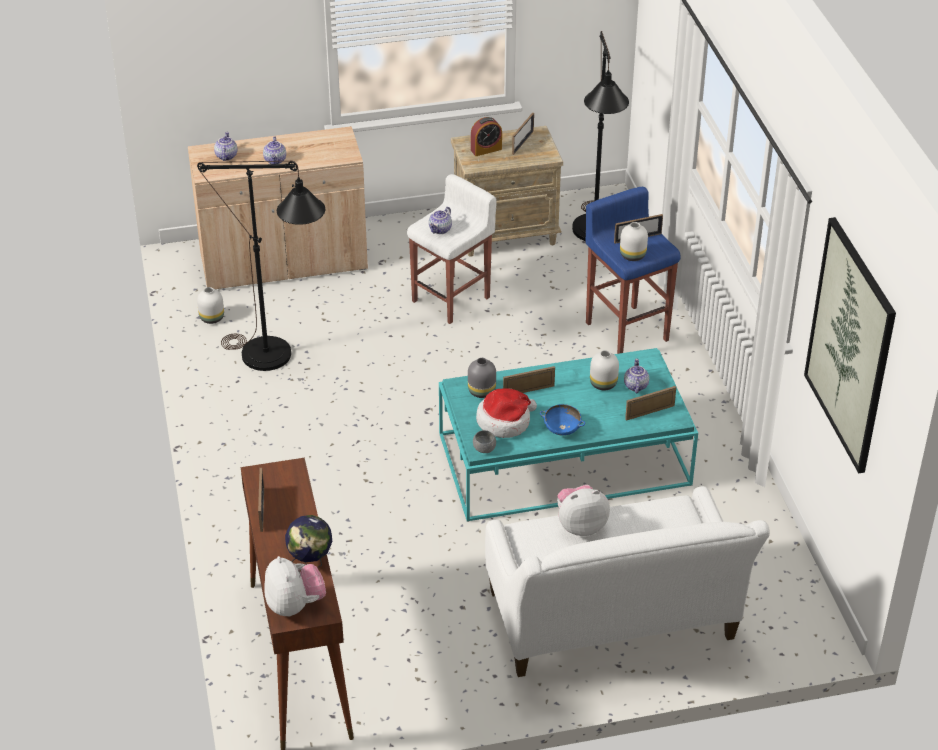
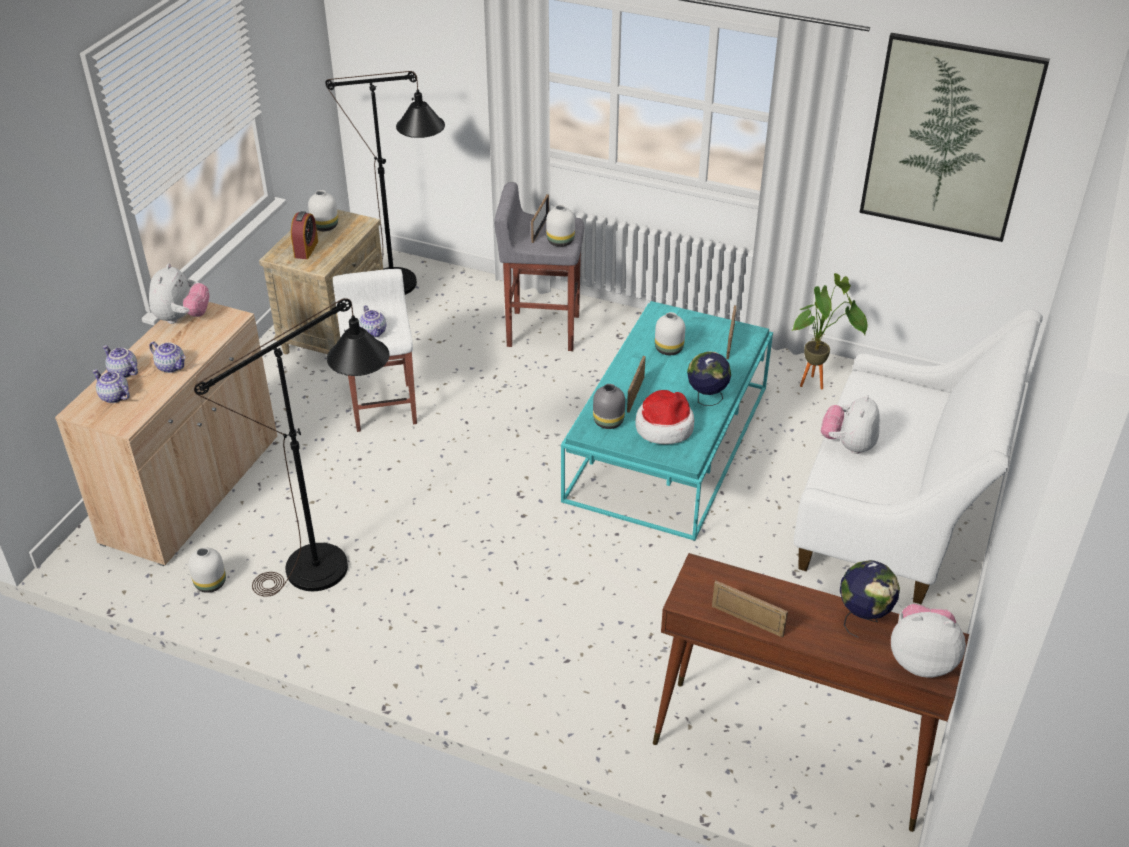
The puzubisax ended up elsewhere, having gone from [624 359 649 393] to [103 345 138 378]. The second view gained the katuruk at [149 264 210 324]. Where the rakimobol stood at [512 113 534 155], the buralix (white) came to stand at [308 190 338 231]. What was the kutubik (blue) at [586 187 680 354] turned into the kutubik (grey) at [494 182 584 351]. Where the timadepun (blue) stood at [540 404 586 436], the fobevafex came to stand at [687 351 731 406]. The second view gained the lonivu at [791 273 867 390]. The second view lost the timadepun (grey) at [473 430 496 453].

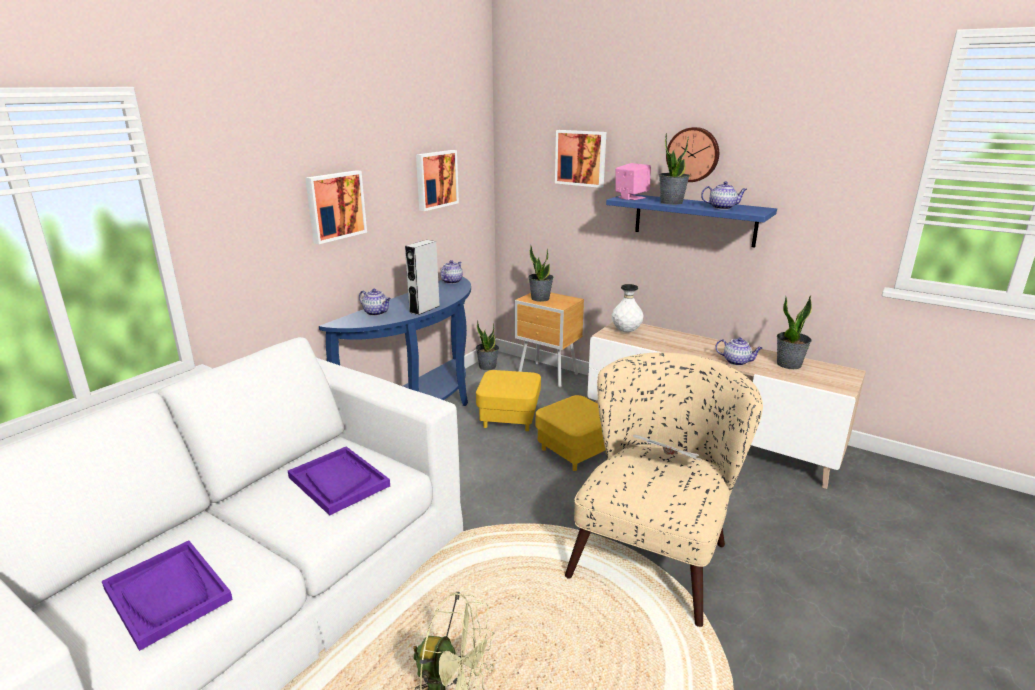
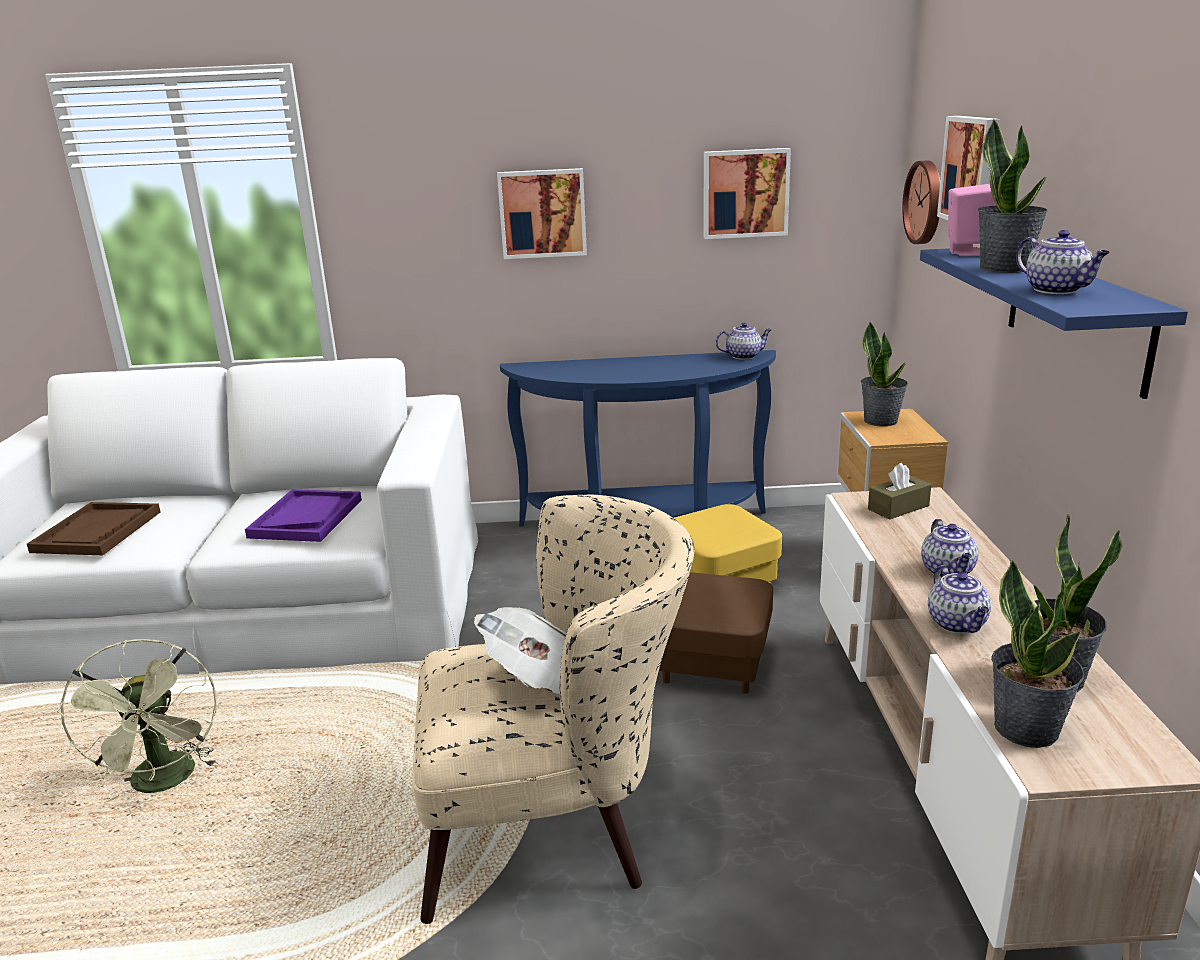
What was the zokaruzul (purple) at [102 540 233 651] turned into the zokaruzul (brown) at [27 502 160 555]. What was the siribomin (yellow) at [536 395 605 471] turned into the siribomin (brown) at [659 572 773 694]. Where the buralix (white) stood at [612 284 643 332], the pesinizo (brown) came to stand at [868 463 931 520]. The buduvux ended up elsewhere, having gone from [666 127 719 182] to [902 160 940 244]. The puzubisax ended up elsewhere, having gone from [359 289 391 316] to [921 519 979 578]. The lonivu ended up elsewhere, having gone from [476 320 499 370] to [991 559 1084 748]. The second view lost the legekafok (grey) at [405 240 440 315].

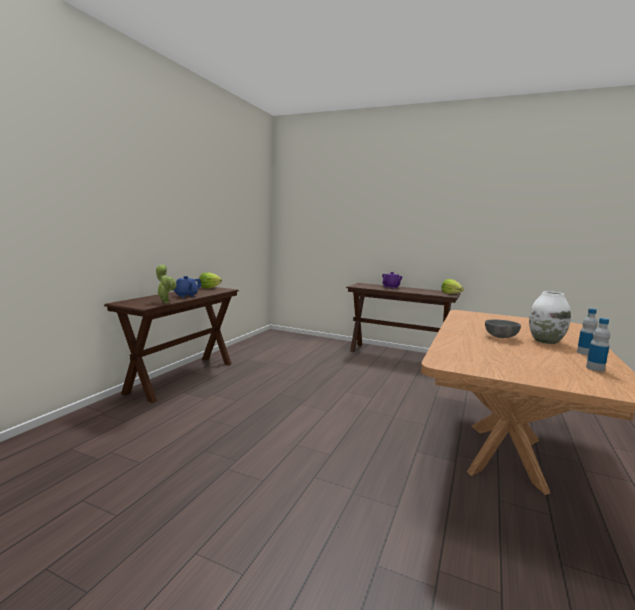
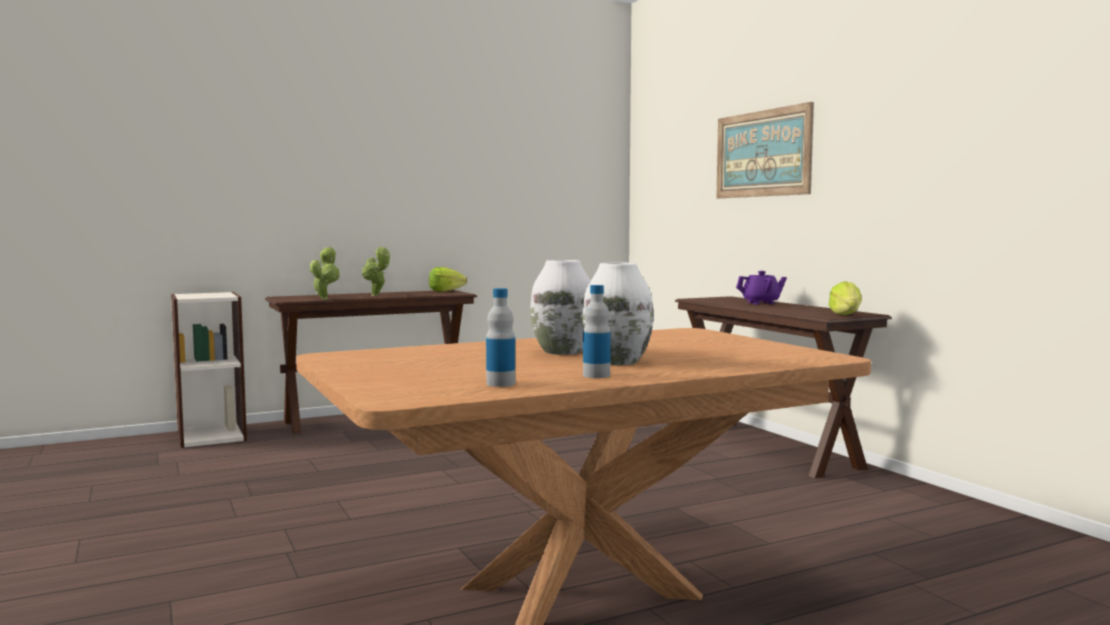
The second view gained the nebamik at [171 292 247 448]. Where the puzubisax (blue) stood at [174 276 202 298], the lonivu came to stand at [362 246 390 296]. Where the timadepun (grey) stood at [485 320 521 338], the buralix (white) came to stand at [531 260 591 355]. The second view gained the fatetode at [716 102 814 198].

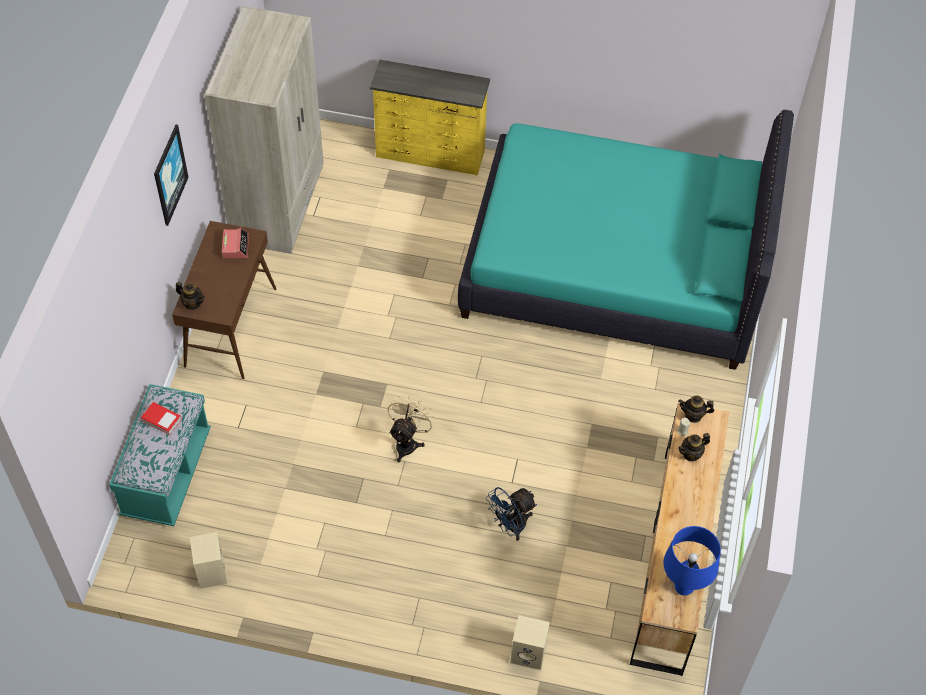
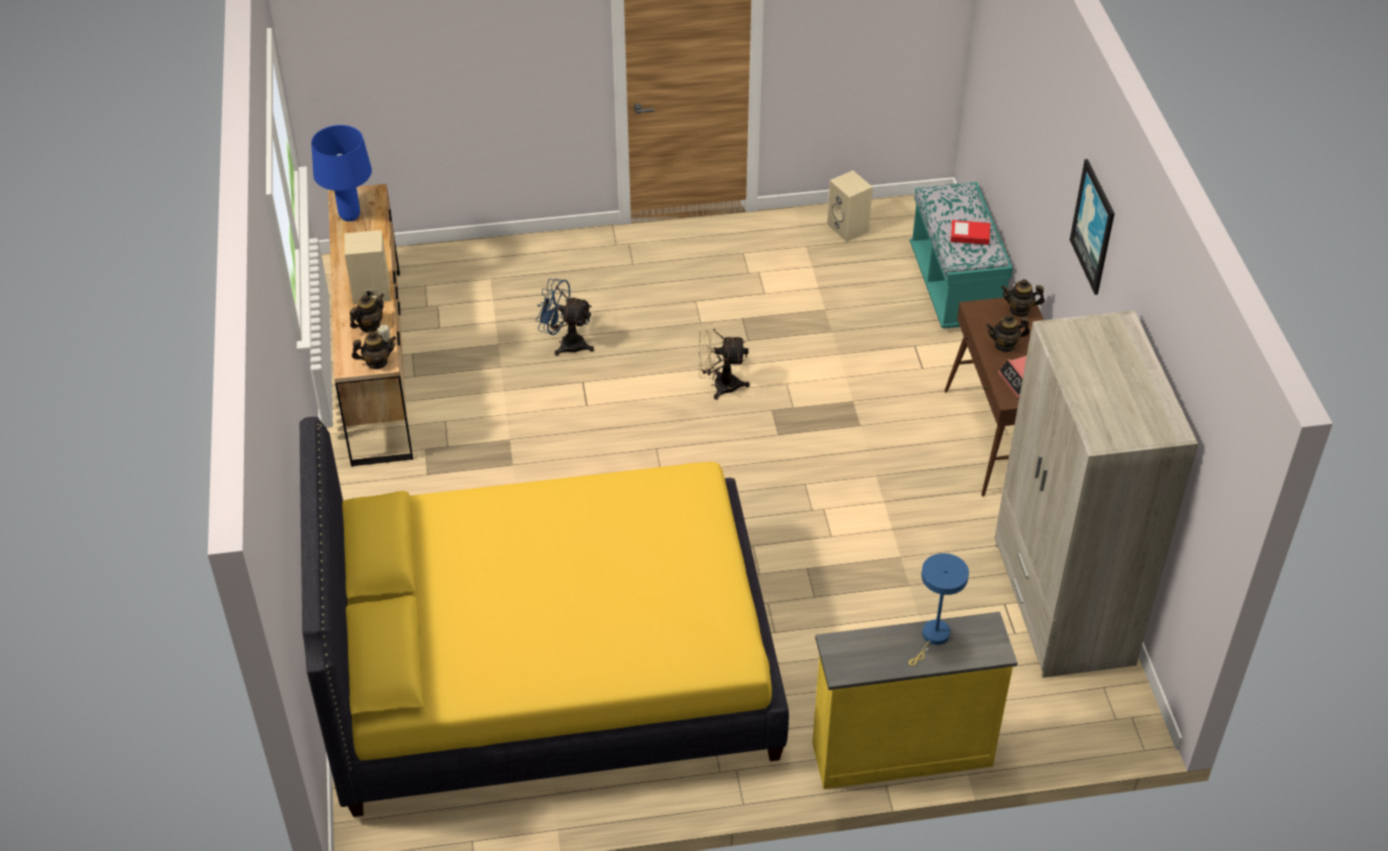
What was the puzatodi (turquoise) at [458 110 794 370] turned into the puzatodi (yellow) at [300 417 789 817]. The legekafok (beige) ended up elsewhere, having gone from [510 615 550 670] to [344 230 390 304]. The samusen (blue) at [486 487 537 541] ended up facing another way, 105 degrees counterclockwise from before. The samusen (beige) at [388 395 436 463] ended up facing another way, 90 degrees clockwise from before. The second view gained the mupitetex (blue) at [909 553 969 666]. The second view gained the puzubisax at [986 314 1030 353].

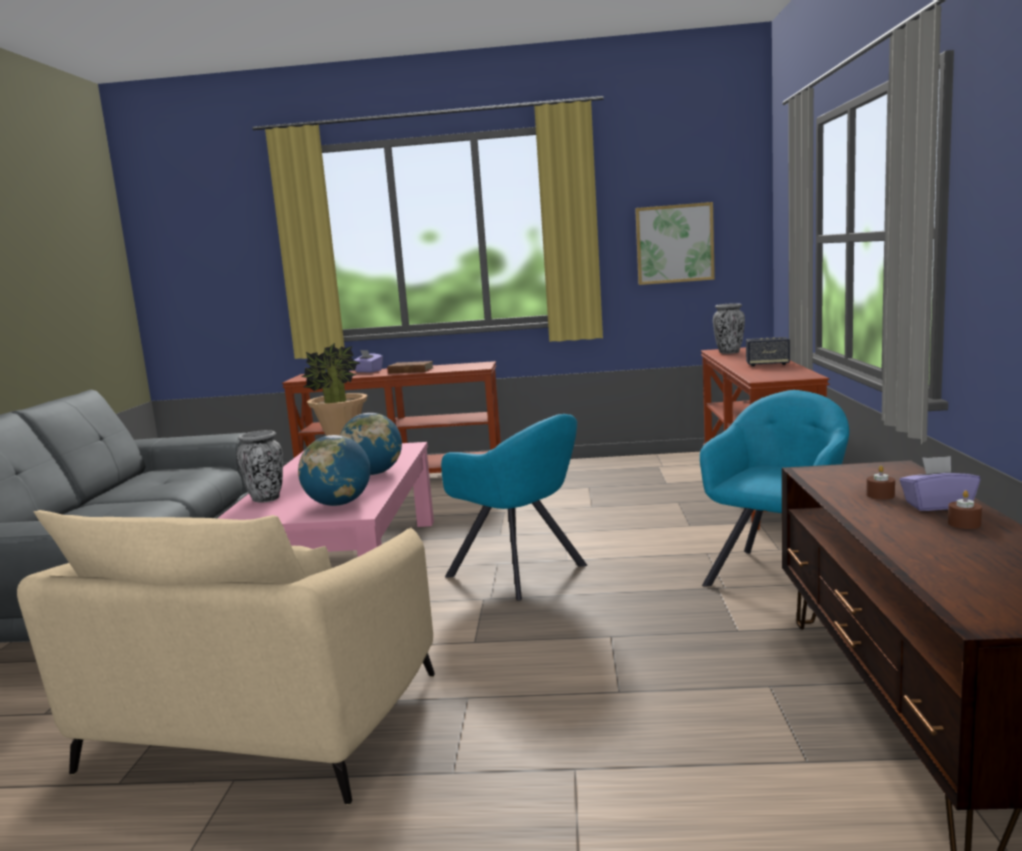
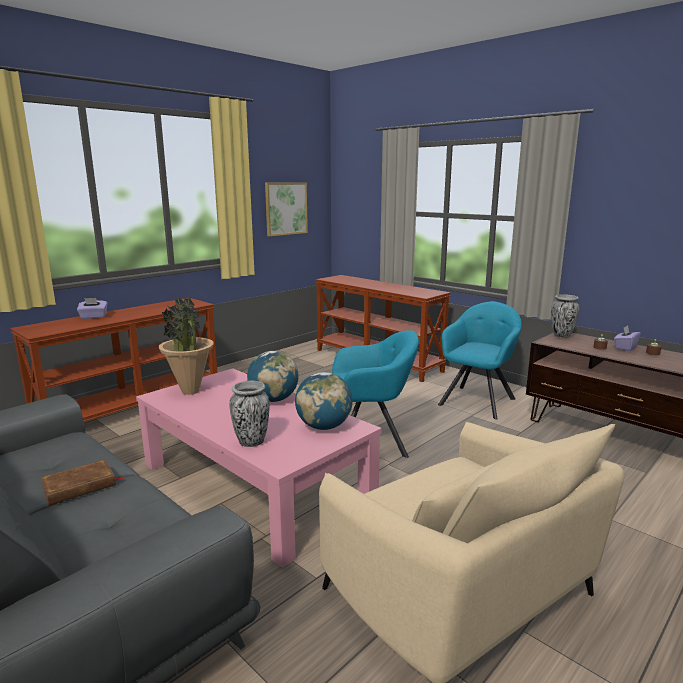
The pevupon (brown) ended up elsewhere, having gone from [387 361 433 374] to [41 459 125 505]. The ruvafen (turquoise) at [700 390 849 608] ended up facing another way, 45 degrees clockwise from before. The buralix ended up elsewhere, having gone from [713 303 745 354] to [551 294 580 338]. The second view lost the legekafok at [746 337 790 367].

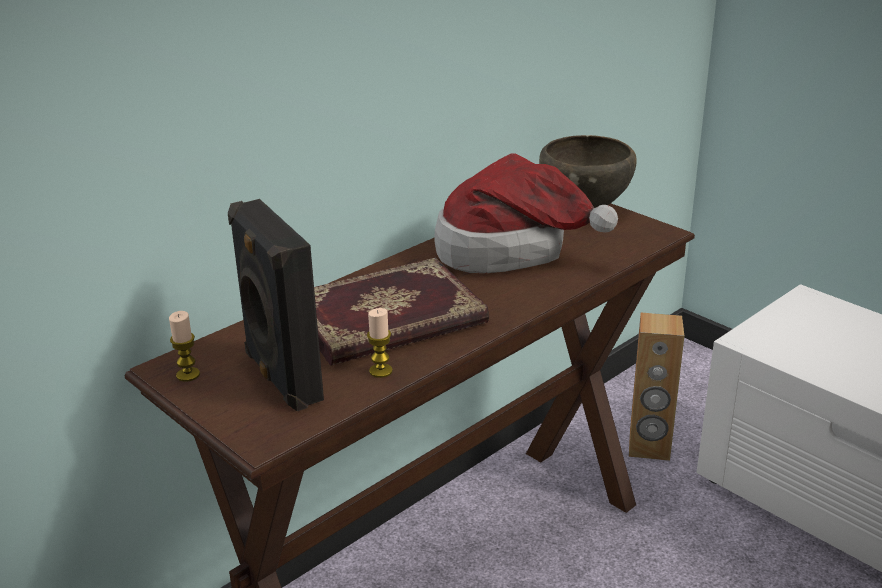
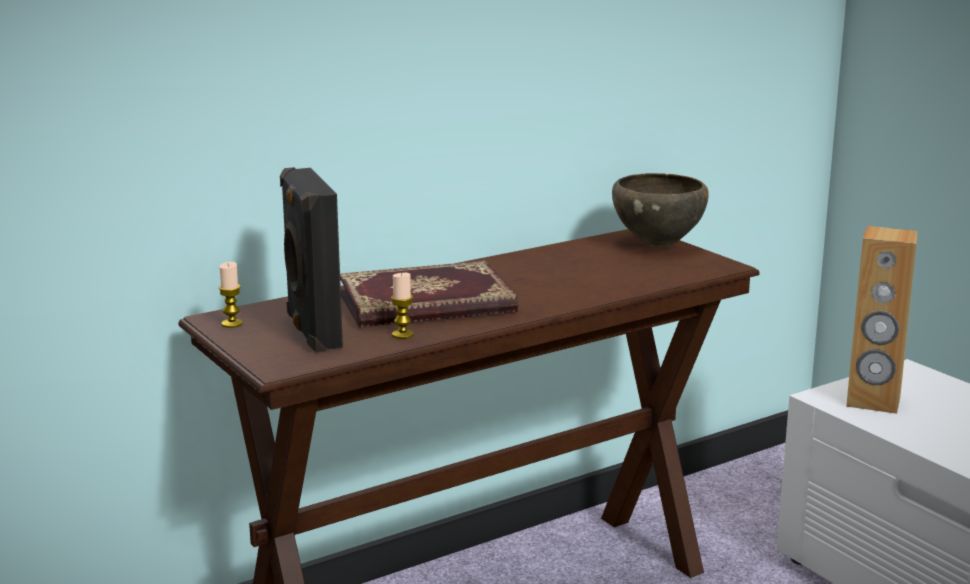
The legekafok (brown) ended up elsewhere, having gone from [629 313 684 461] to [846 226 917 414]. The second view lost the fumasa at [435 153 618 273].

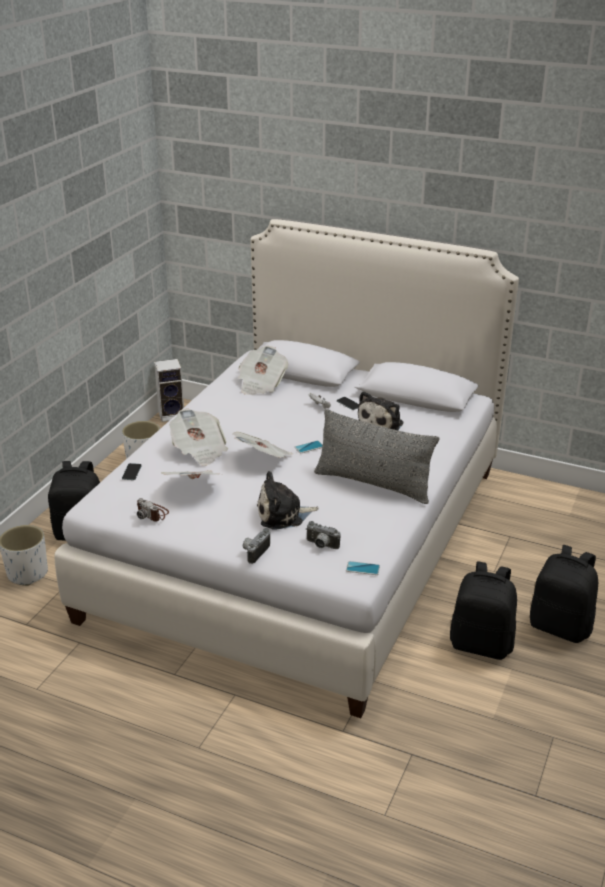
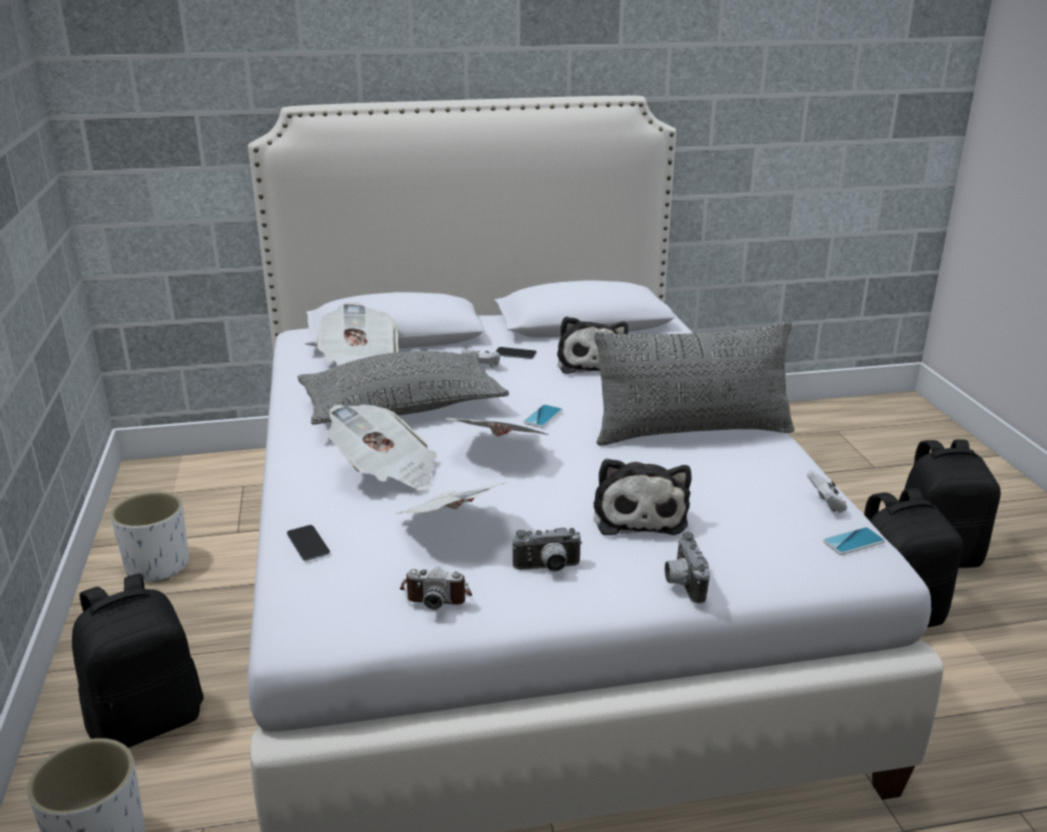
The second view gained the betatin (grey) at [297 351 509 425]. The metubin ended up elsewhere, having gone from [306 521 341 549] to [513 528 582 572]. The katuruk at [257 471 319 529] ended up facing another way, 45 degrees counterclockwise from before. The second view gained the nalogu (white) at [807 471 847 513]. The second view lost the legekafok at [154 359 184 422].

